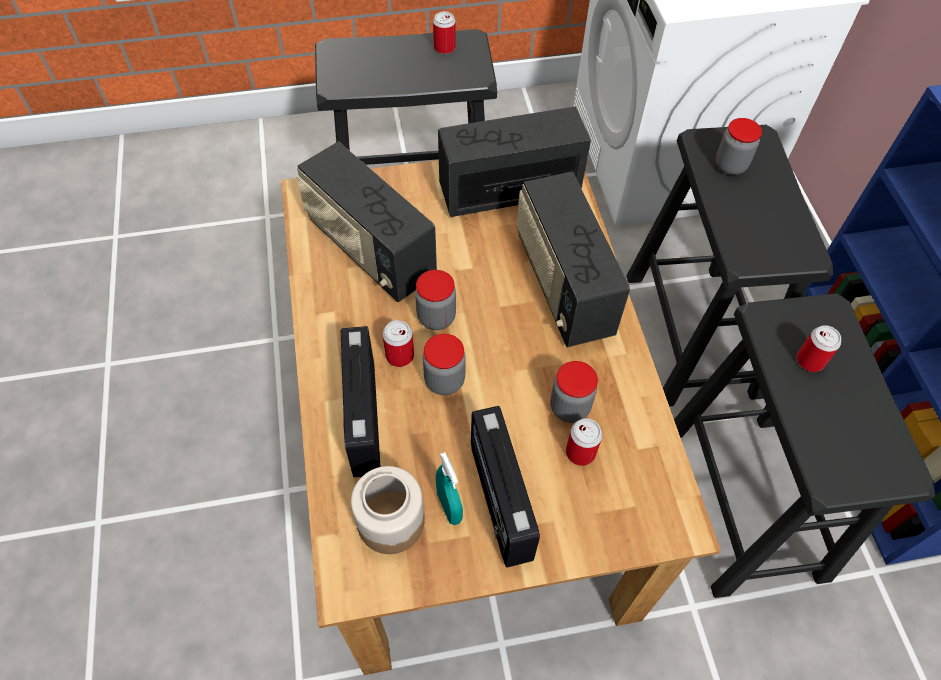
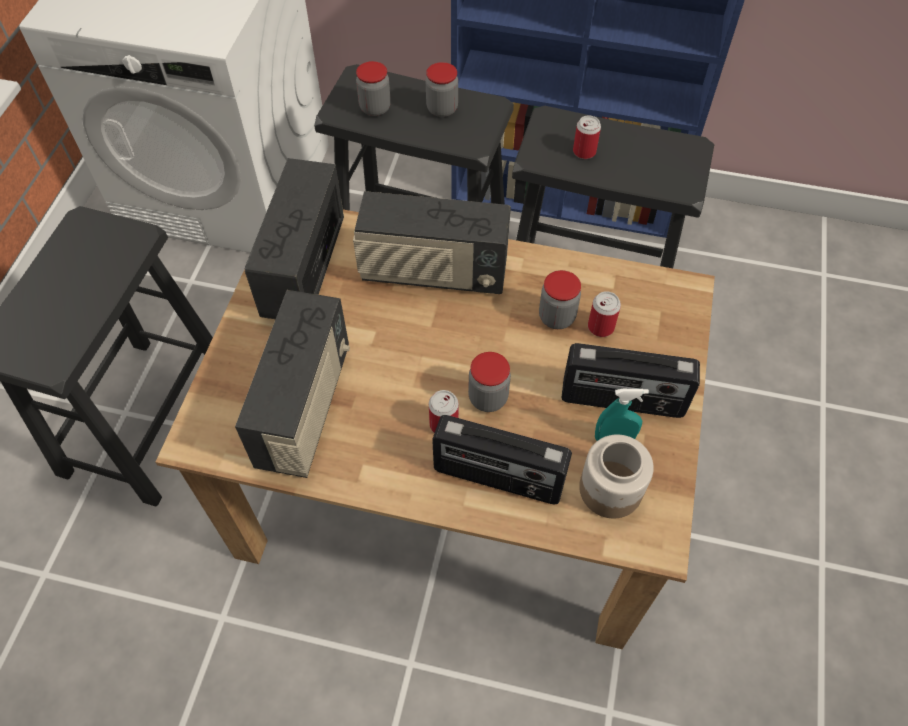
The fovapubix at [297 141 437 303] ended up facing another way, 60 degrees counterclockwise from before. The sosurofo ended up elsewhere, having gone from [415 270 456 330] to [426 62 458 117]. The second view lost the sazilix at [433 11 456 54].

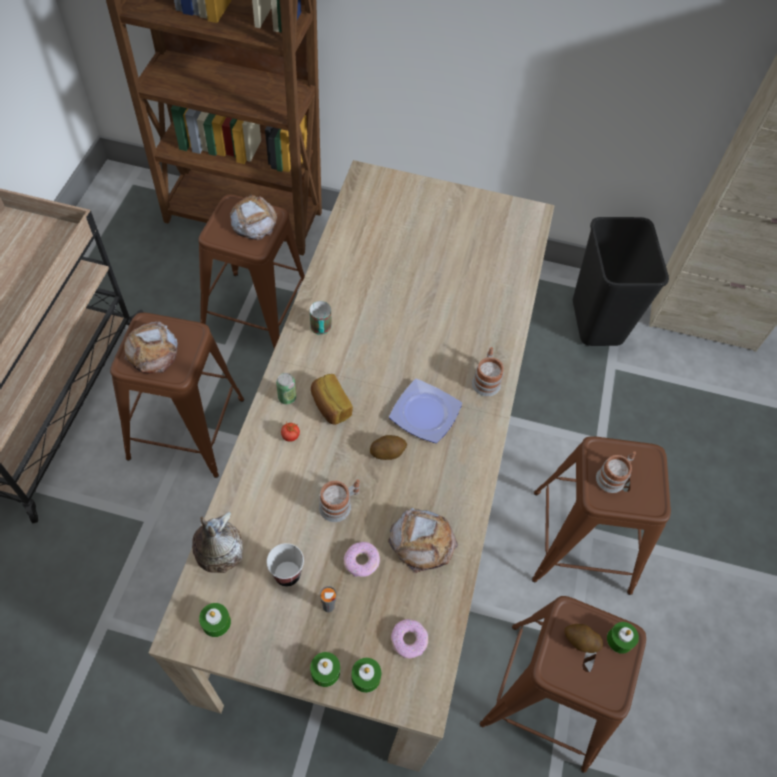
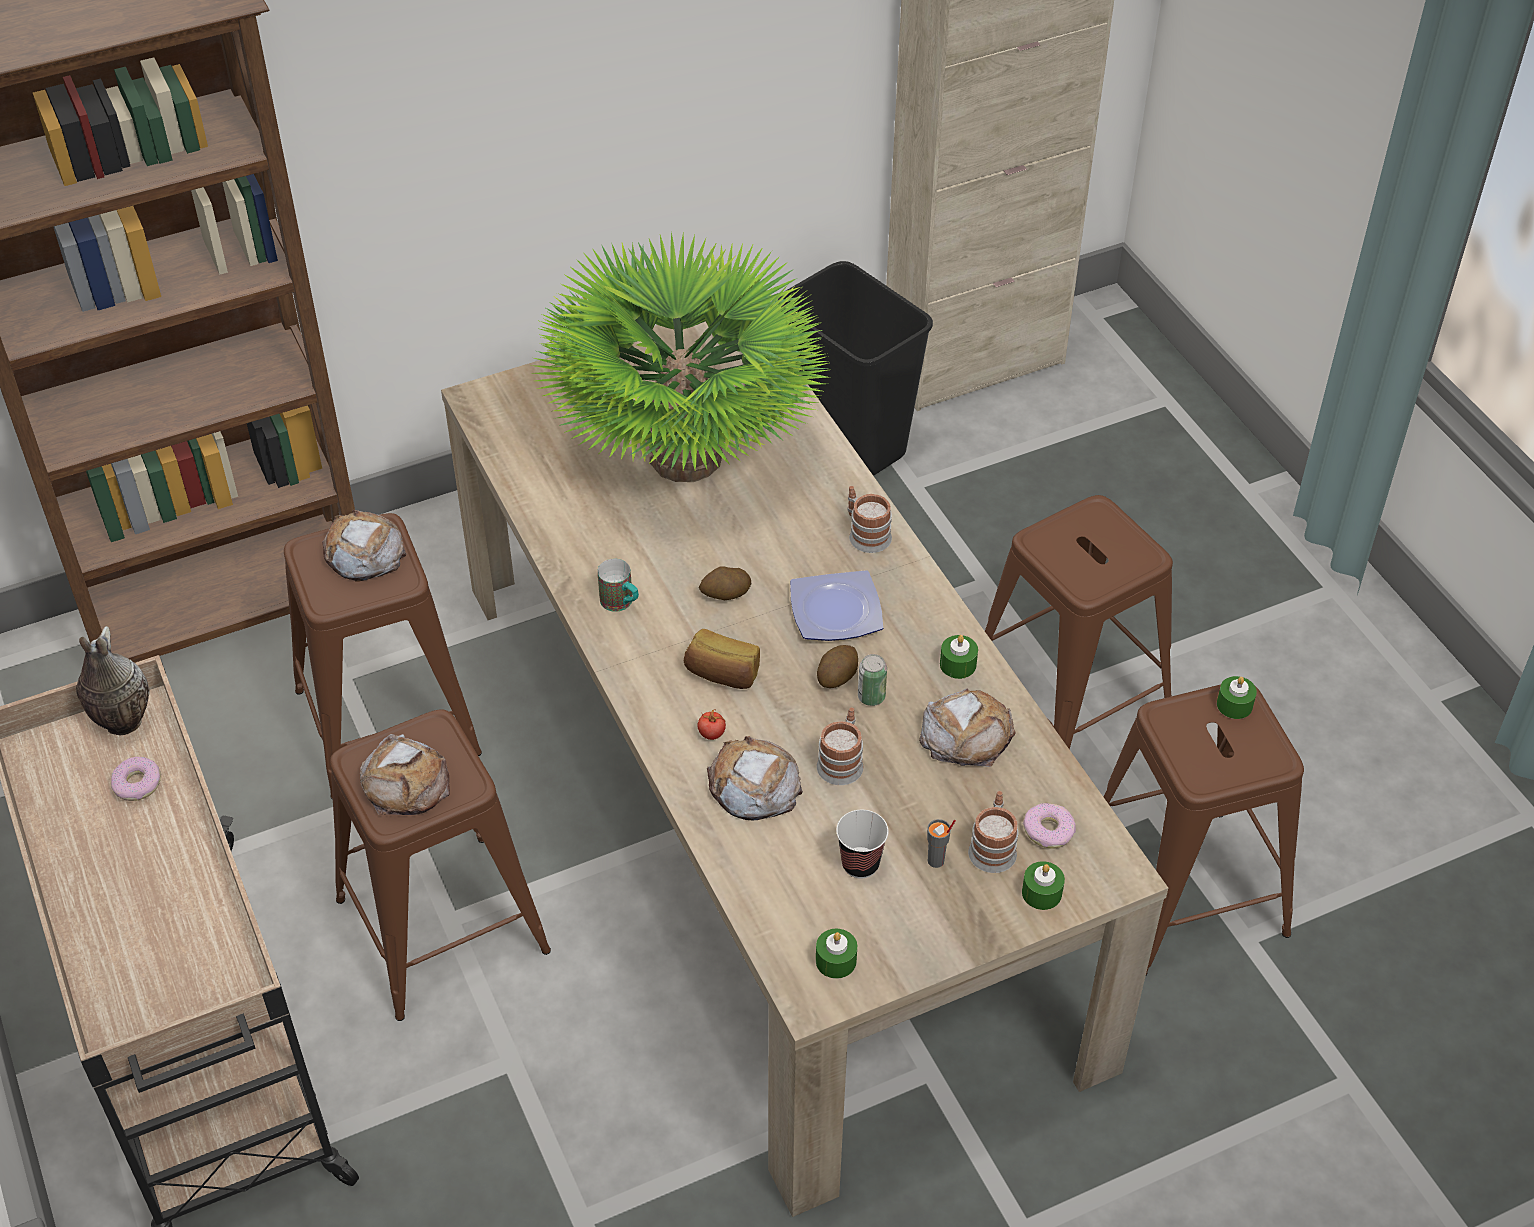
The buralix ended up elsewhere, having gone from [192 512 243 573] to [76 626 150 736]. The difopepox ended up elsewhere, having gone from [344 542 380 577] to [111 757 162 801]. The second view gained the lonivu at [531 231 828 482]. The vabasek ended up elsewhere, having gone from [564 624 603 653] to [699 567 751 600]. The second view gained the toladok at [707 736 803 820]. The sazilix ended up elsewhere, having gone from [276 373 296 404] to [858 654 887 706]. The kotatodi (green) ended up elsewhere, having gone from [310 652 340 687] to [940 635 978 679]. The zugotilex ended up elsewhere, having gone from [596 451 636 493] to [968 791 1018 873].

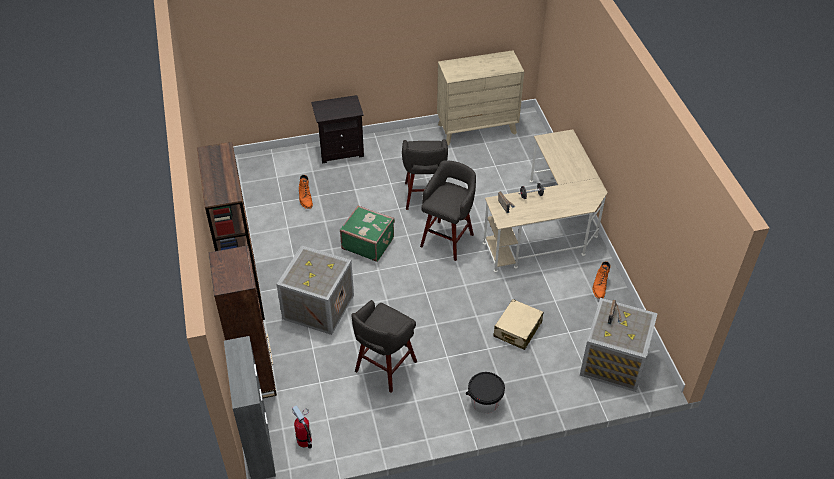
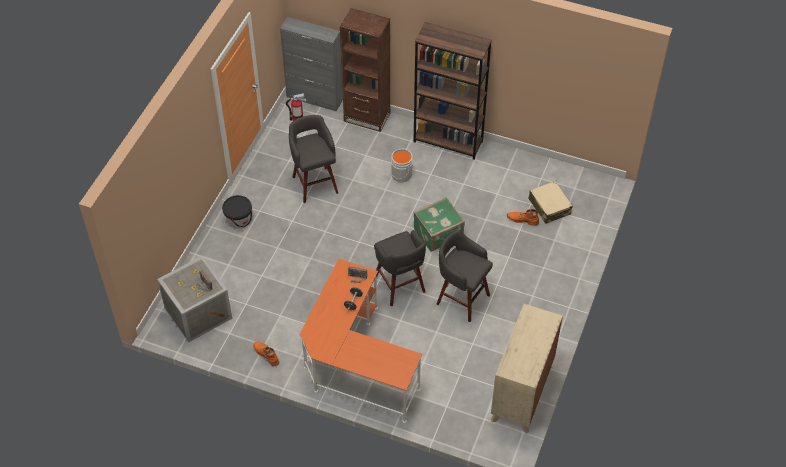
What was the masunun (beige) at [483 130 608 272] turned into the masunun (orange) at [300 259 422 423]. Where the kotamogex stood at [276 245 354 335], the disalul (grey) came to stand at [388 148 413 182]. The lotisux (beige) ended up elsewhere, having gone from [493 299 543 350] to [528 181 573 224]. The second view lost the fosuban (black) at [311 95 364 164].

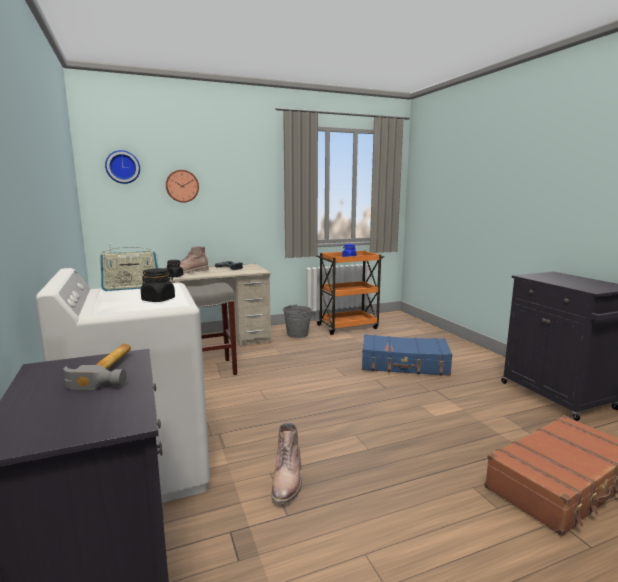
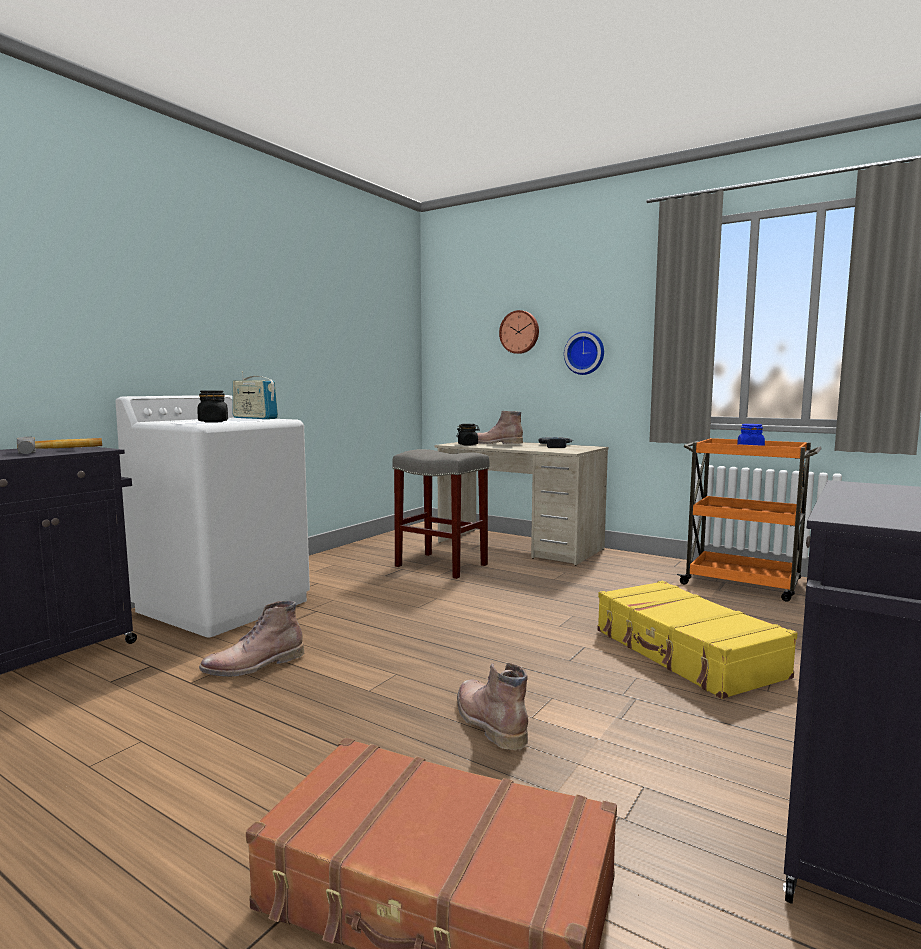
The second view gained the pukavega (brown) at [457 663 528 750]. The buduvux ended up elsewhere, having gone from [105 150 140 184] to [564 331 604 375]. What was the lotisux (blue) at [362 334 452 376] turned into the lotisux (yellow) at [597 581 797 699]. The second view lost the disalul (grey) at [283 304 312 338].

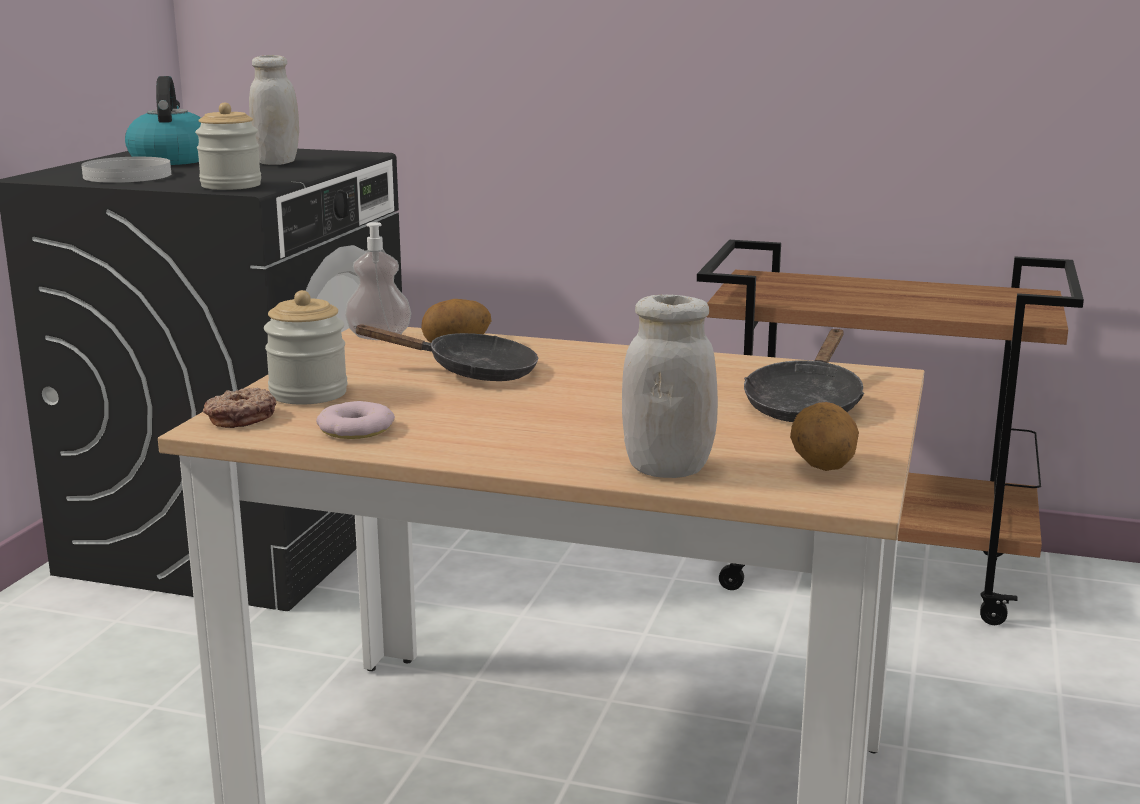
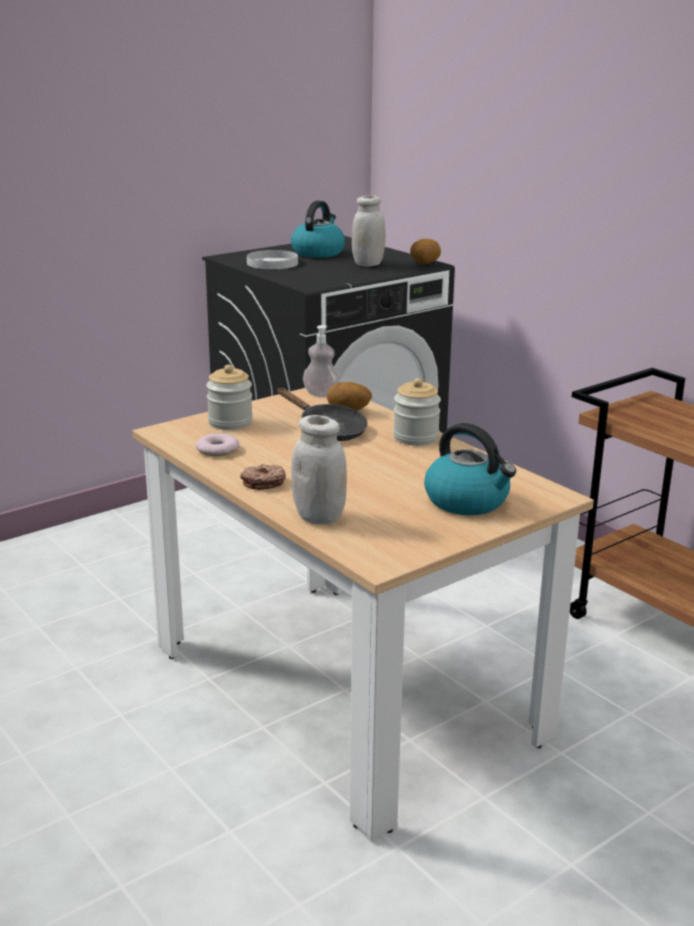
The difopepox ended up elsewhere, having gone from [203 388 276 428] to [240 464 286 490]. The sosurofo ended up elsewhere, having gone from [195 103 261 190] to [393 378 441 446]. The vabasek ended up elsewhere, having gone from [790 402 859 471] to [410 239 441 265]. Where the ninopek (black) stood at [744 329 864 422], the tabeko came to stand at [424 423 516 515].

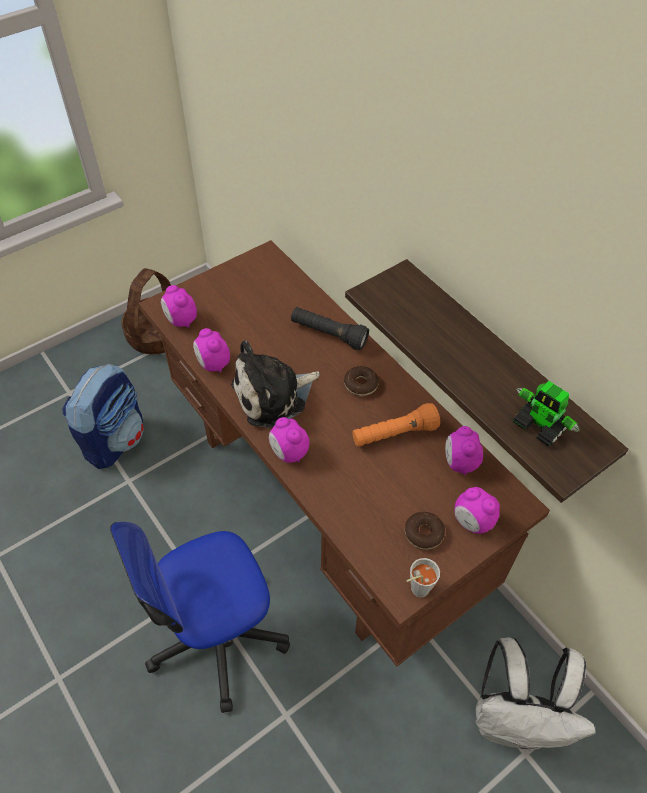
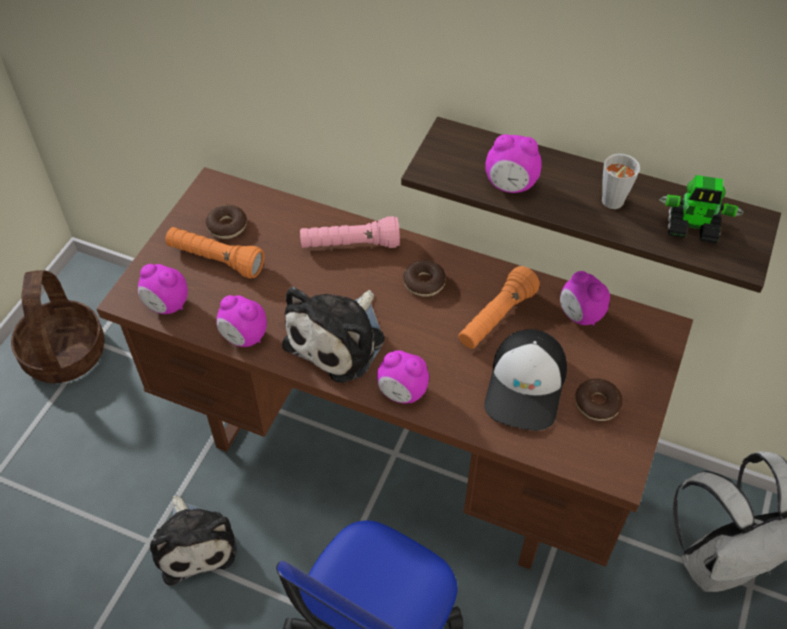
The second view gained the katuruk at [150 496 237 585]. The second view gained the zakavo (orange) at [165 227 265 278]. The second view gained the difopepox at [206 205 247 239]. What was the zakavo (black) at [291 307 369 350] turned into the zakavo (pink) at [300 216 400 248]. The second view gained the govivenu at [484 329 567 431]. The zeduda ended up elsewhere, having gone from [454 487 500 534] to [485 134 542 193]. The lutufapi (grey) ended up elsewhere, having gone from [406 558 440 597] to [602 154 640 209]. The second view lost the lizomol at [63 364 144 469].

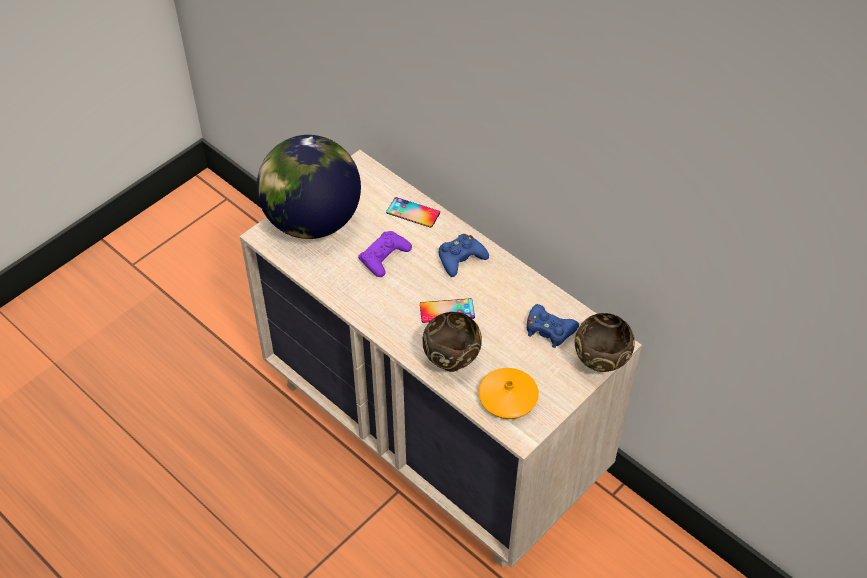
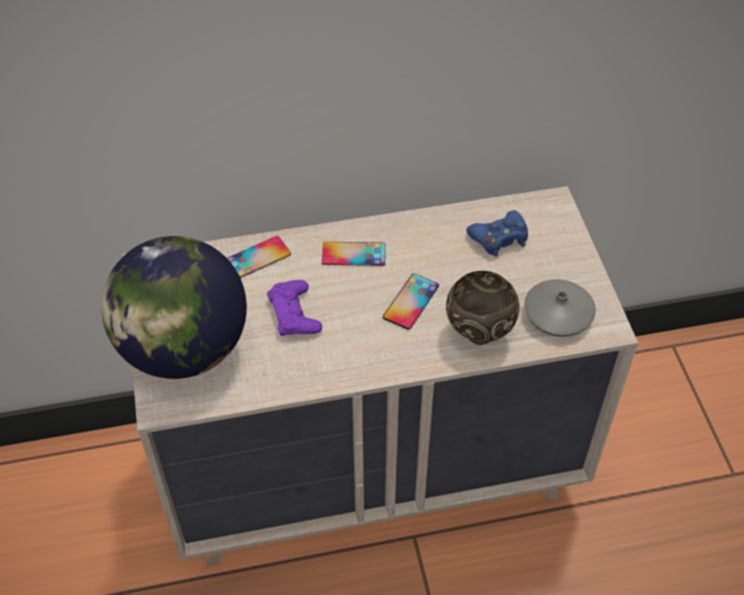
Where the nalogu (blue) stood at [439 234 489 277], the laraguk came to stand at [322 242 386 266]. What was the buralix (orange) at [478 368 539 419] turned into the buralix (grey) at [524 279 596 337]. The second view lost the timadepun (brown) at [575 313 635 372].

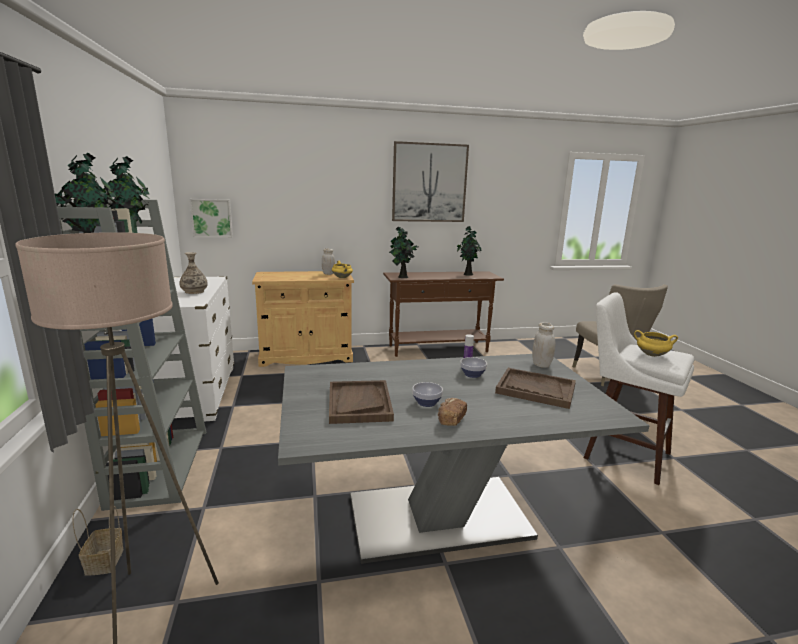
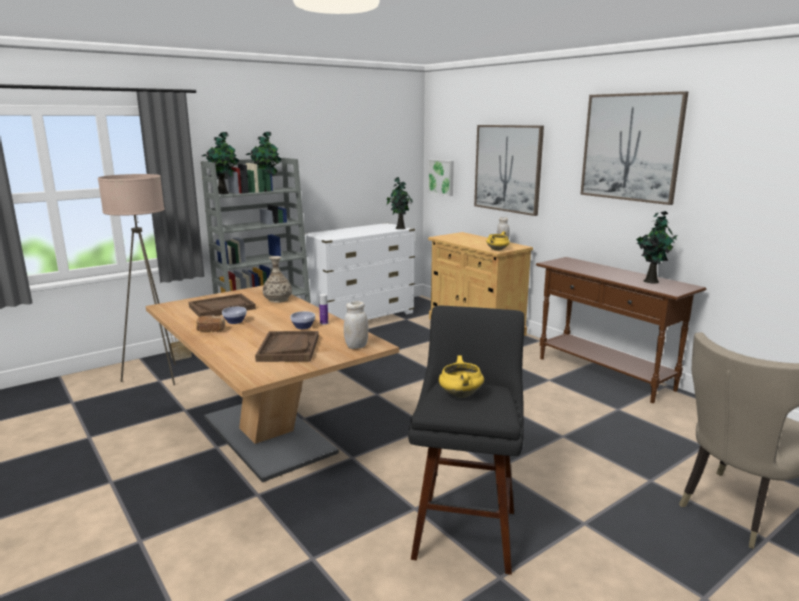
What was the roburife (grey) at [278 354 649 564] turned into the roburife (brown) at [145 285 399 482]. The buralix ended up elsewhere, having gone from [180 252 208 294] to [263 256 292 303]. The lonivu ended up elsewhere, having gone from [389 227 418 278] to [386 177 413 229]. What was the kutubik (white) at [584 292 694 485] turned into the kutubik (black) at [408 306 525 575]. The second view gained the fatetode at [474 125 544 216].

